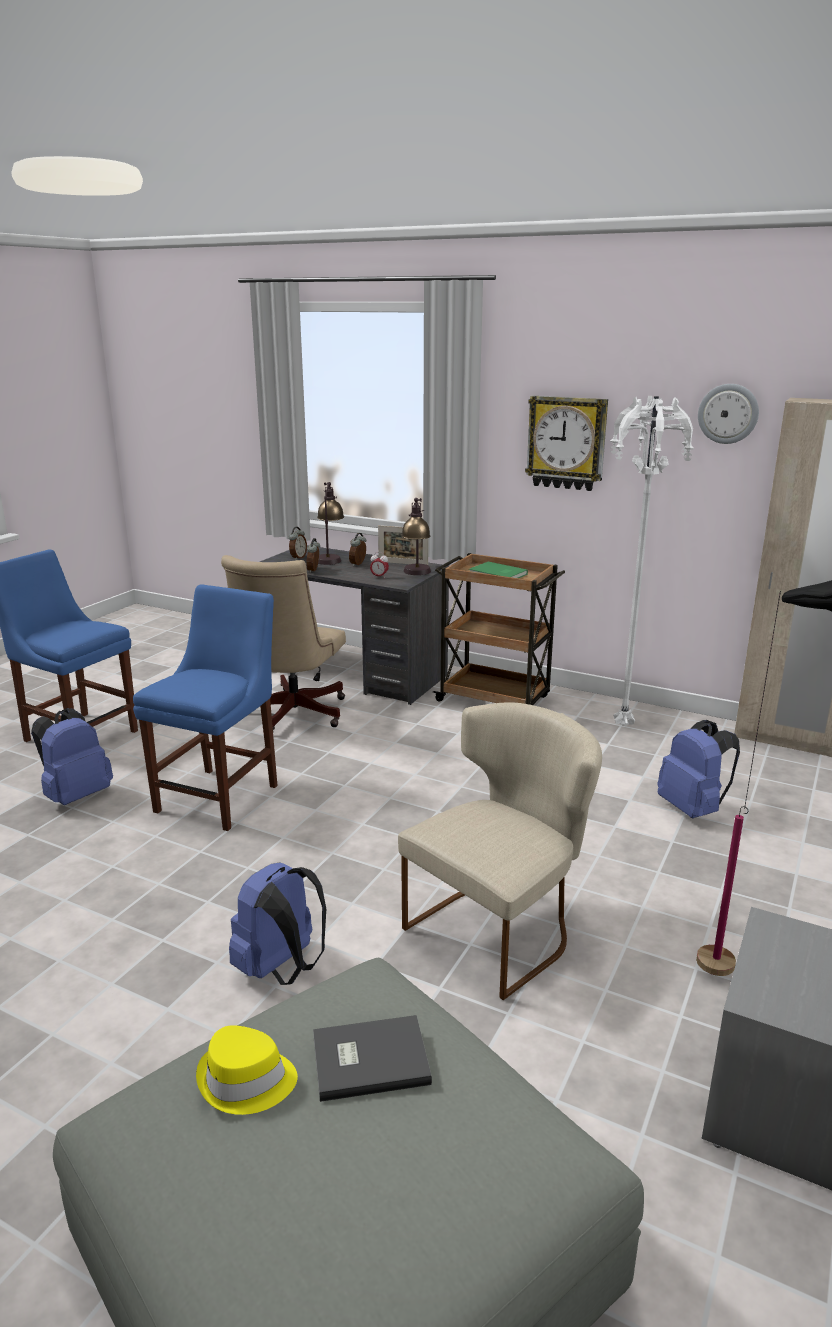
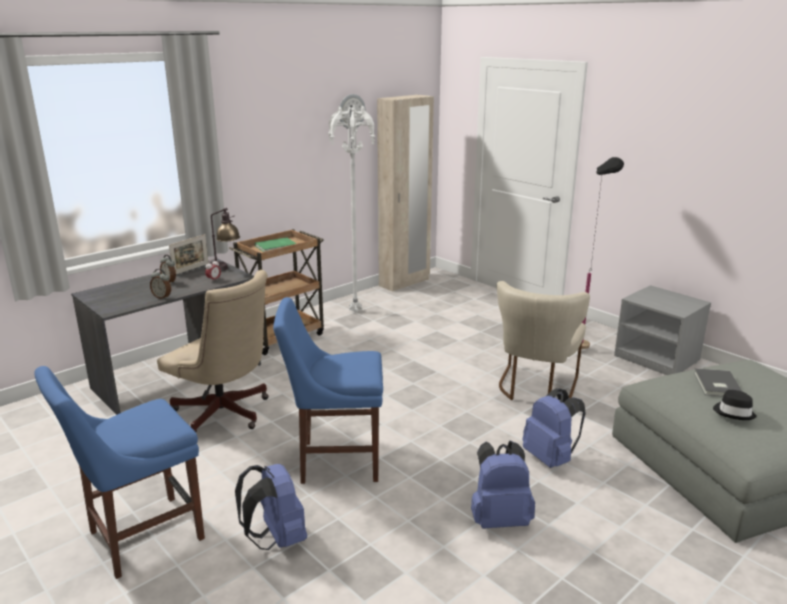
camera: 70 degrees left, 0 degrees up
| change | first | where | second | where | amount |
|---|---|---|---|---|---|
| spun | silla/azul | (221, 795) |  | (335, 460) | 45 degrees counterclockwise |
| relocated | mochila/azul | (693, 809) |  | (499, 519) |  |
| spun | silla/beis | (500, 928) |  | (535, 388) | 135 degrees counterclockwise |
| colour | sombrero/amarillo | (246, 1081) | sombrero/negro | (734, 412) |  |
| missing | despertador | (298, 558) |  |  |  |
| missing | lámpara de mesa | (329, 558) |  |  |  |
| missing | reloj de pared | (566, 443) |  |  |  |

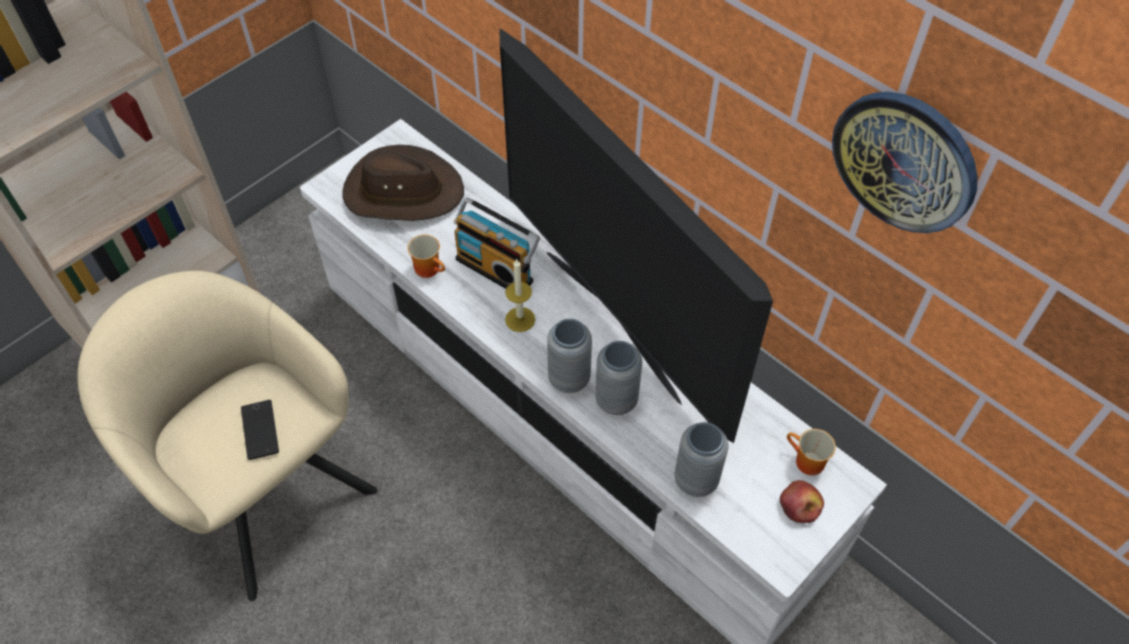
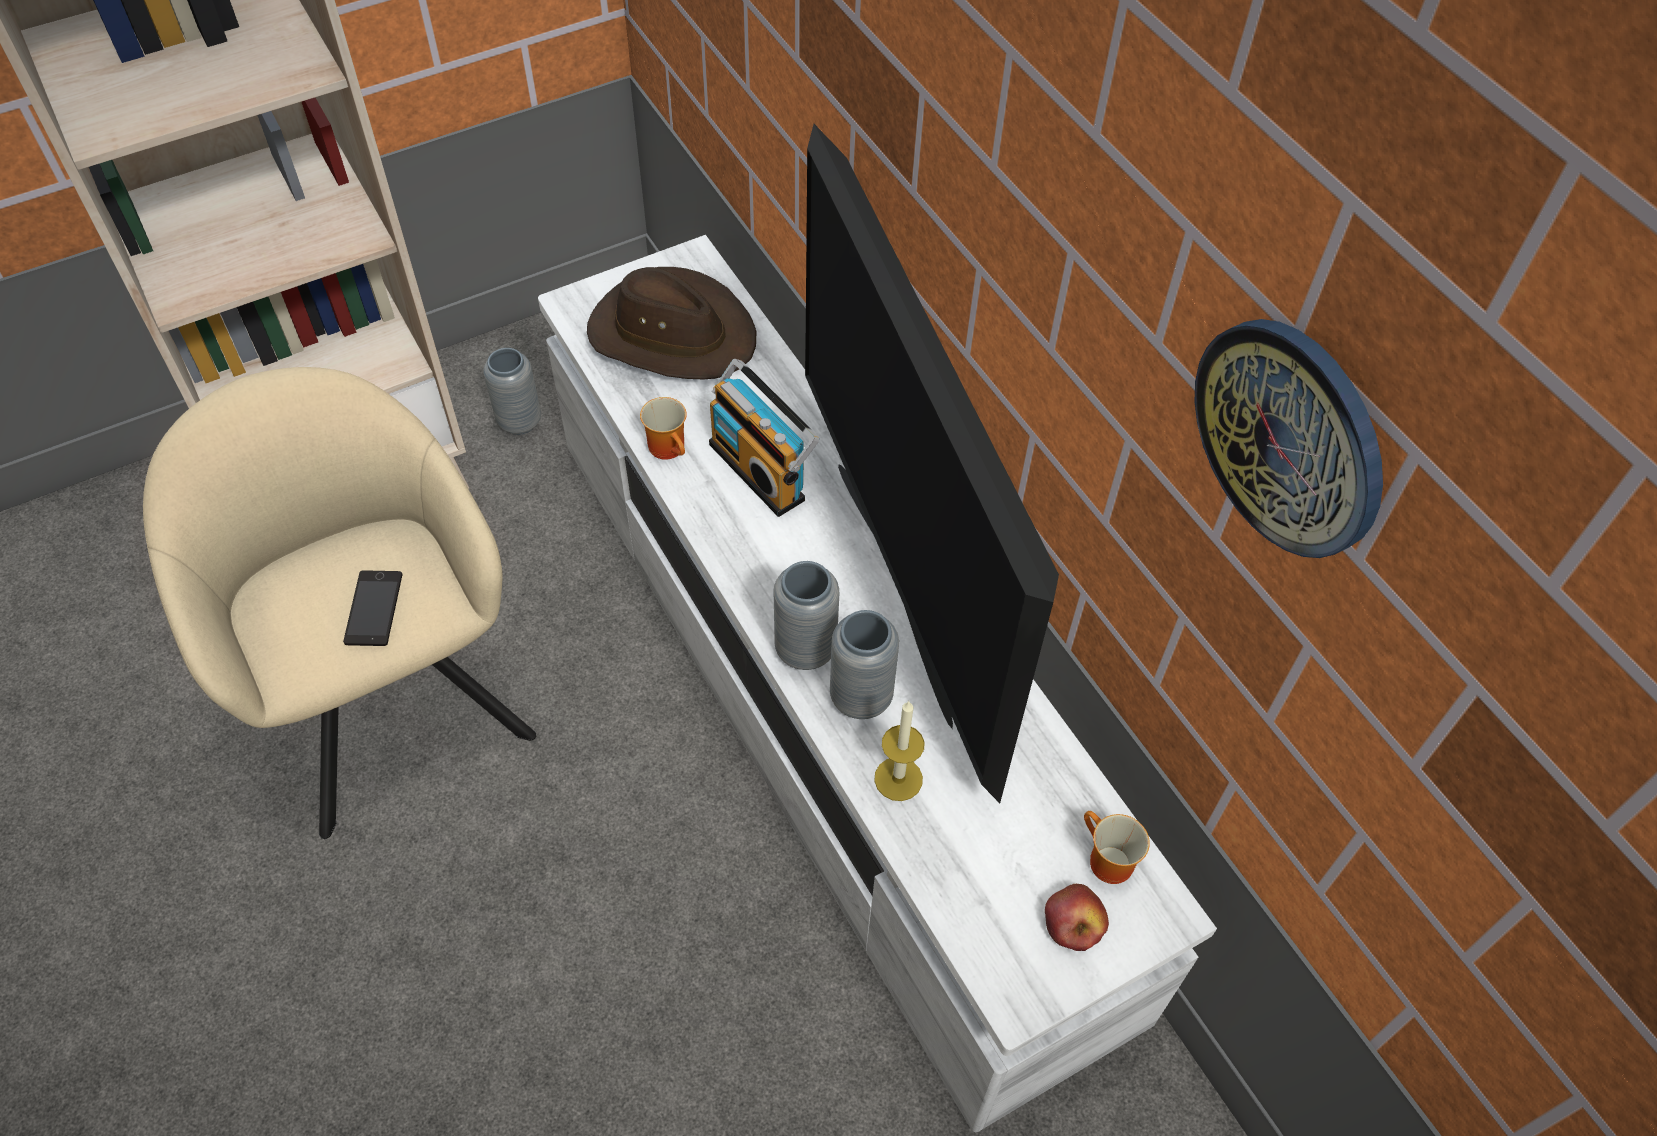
camera: 15 degrees right, 0 degrees up
| change | first | where | second | where | amount |
|---|---|---|---|---|---|
| relocated | florero/gris | (696, 480) |  | (519, 421) |  |
| relocated | vela | (520, 319) |  | (898, 779) |  |

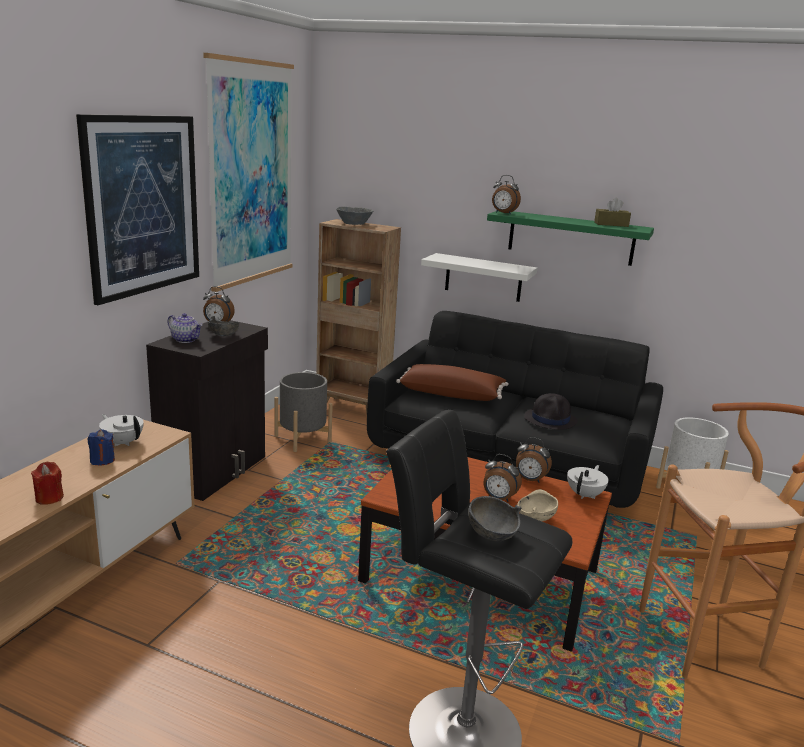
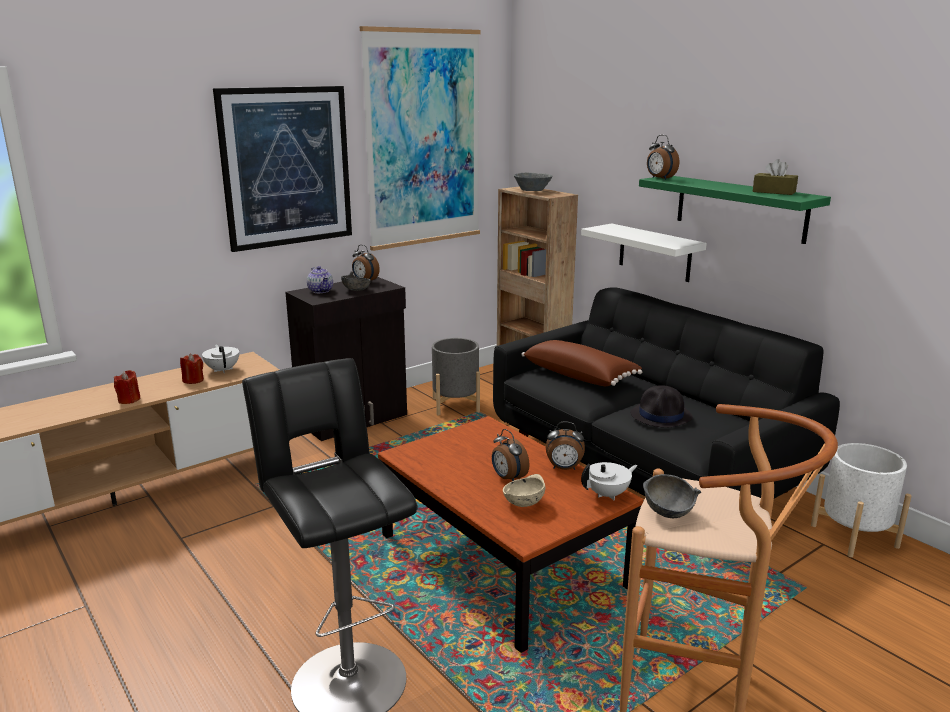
camera: 30 degrees right, 0 degrees up
| change | first | where | second | where | amount |
|---|---|---|---|---|---|
| colour | vela/azul | (102, 460) | vela/rojo | (193, 380) |  |
| spun | despertador | (530, 480) |  | (564, 468) | 45 degrees counterclockwise |
| relocated | cuenco/gris | (492, 535) |  | (668, 512) |  |

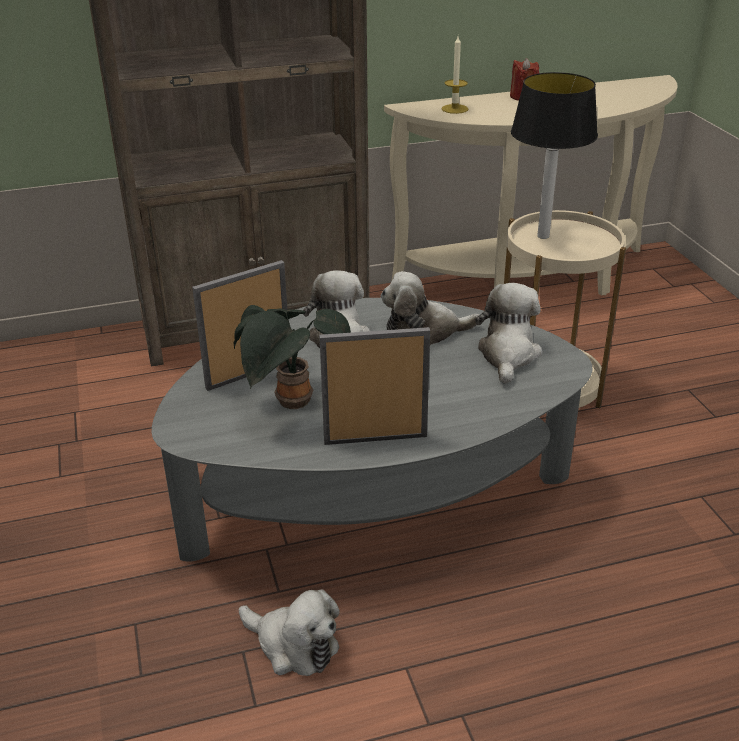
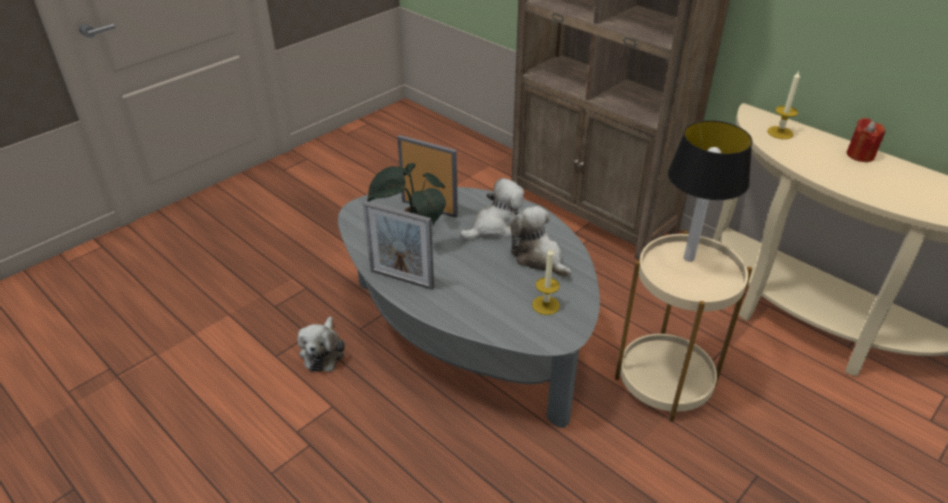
camera: 60 degrees right, 5 degrees up
| change | first | where | second | where | amount |
|---|---|---|---|---|---|
| spun | portarretratos | (375, 439) |  | (401, 279) | 150 degrees clockwise |
| exchanged | peluche | (508, 354) | vela | (545, 305) |  |

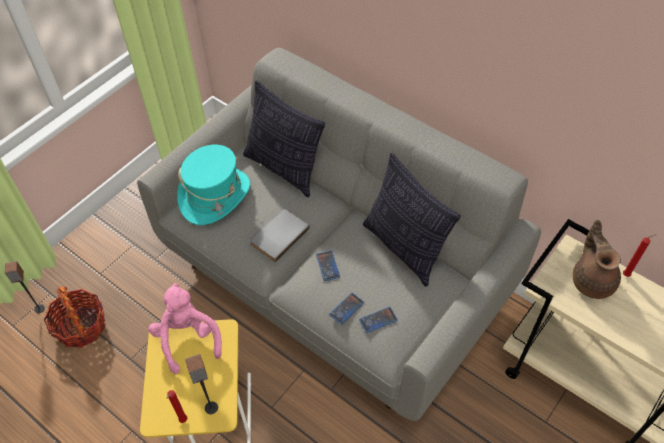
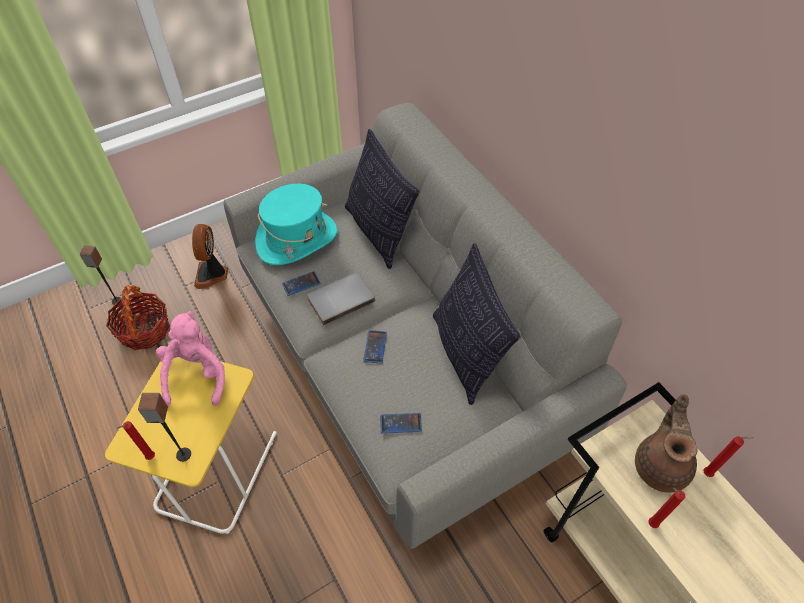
camera: 20 degrees right, 0 degrees up
| change | first | where | second | where | amount |
|---|---|---|---|---|---|
| appeared |  |  | ventilador | (212, 274) |  |
| relocated | móvil | (346, 308) |  | (301, 284) |  |
| appeared |  |  | vela/rojo | (650, 523) |  |

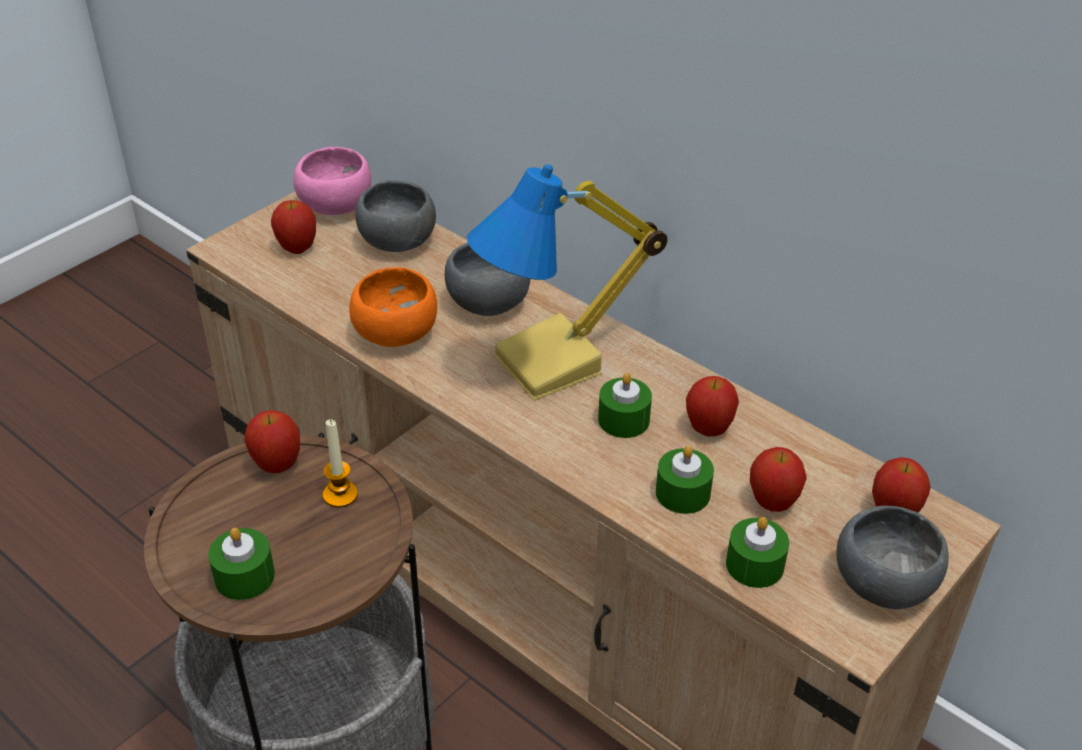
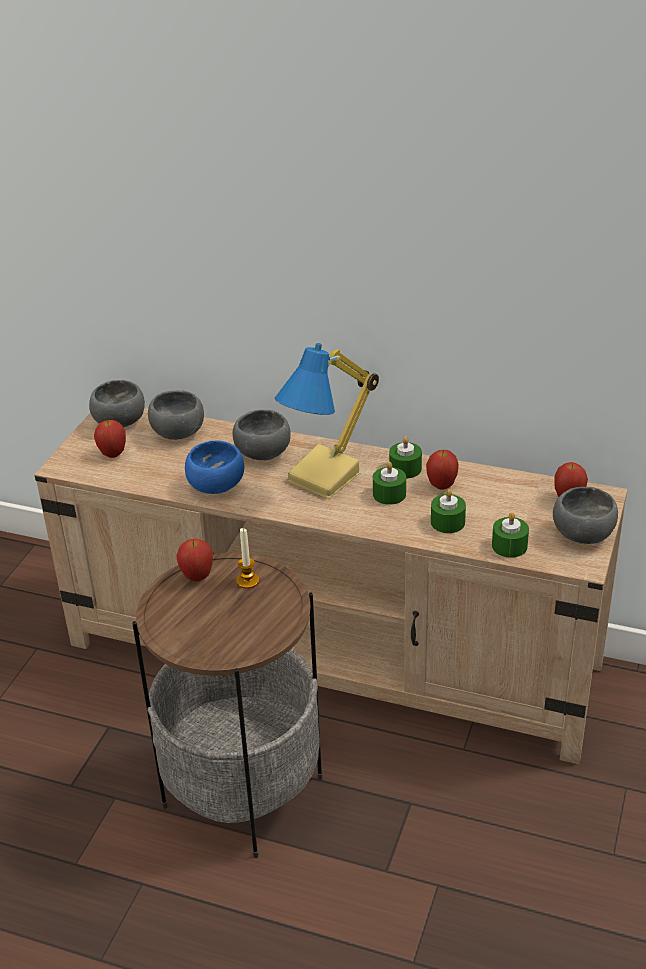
camera: 20 degrees left, 5 degrees down
| change | first | where | second | where | amount |
|---|---|---|---|---|---|
| colour | cuenco/rosa | (337, 207) | cuenco/gris | (121, 422) |  |
| colour | cuenco/naranja | (398, 335) | cuenco/azul | (218, 486) |  |
| relocated | vela/verde | (244, 576) |  | (405, 469) |  |
| missing | manzana | (772, 503) |  |  |  |

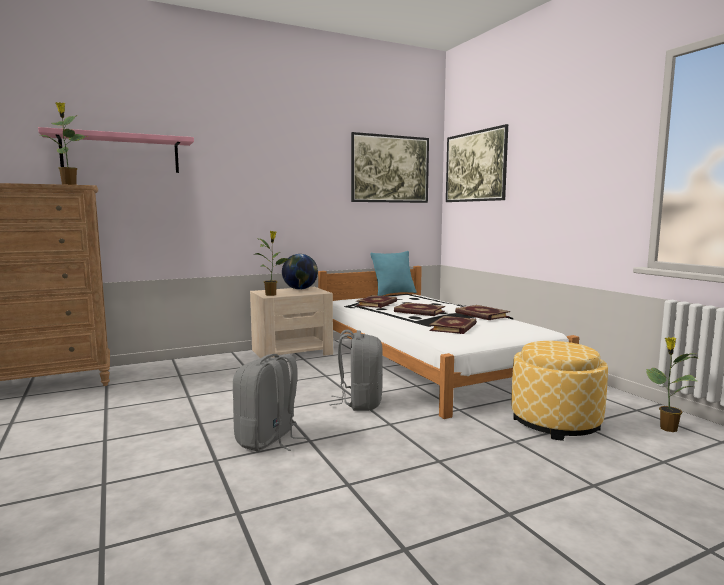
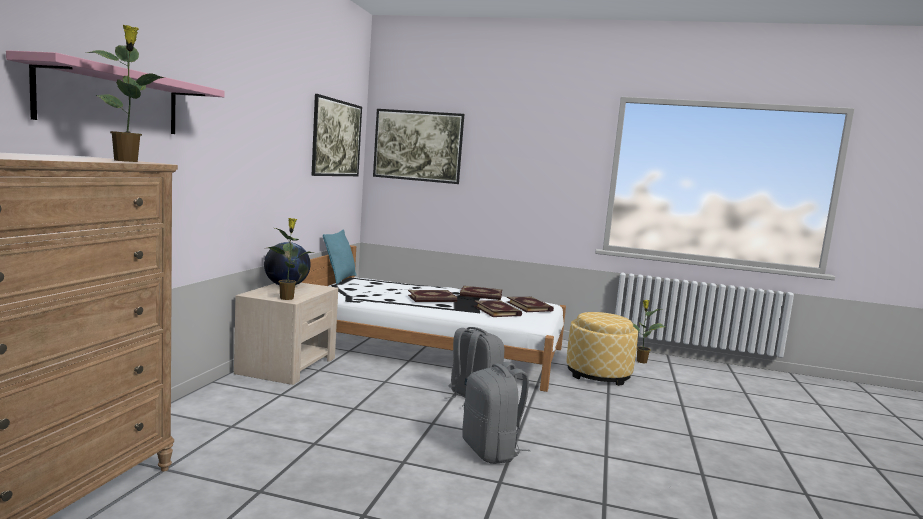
camera: 50 degrees left, 0 degrees up
| change | first | where | second | where | amount |
|---|---|---|---|---|---|
| relocated | libro | (377, 303) |  | (529, 306) |  |

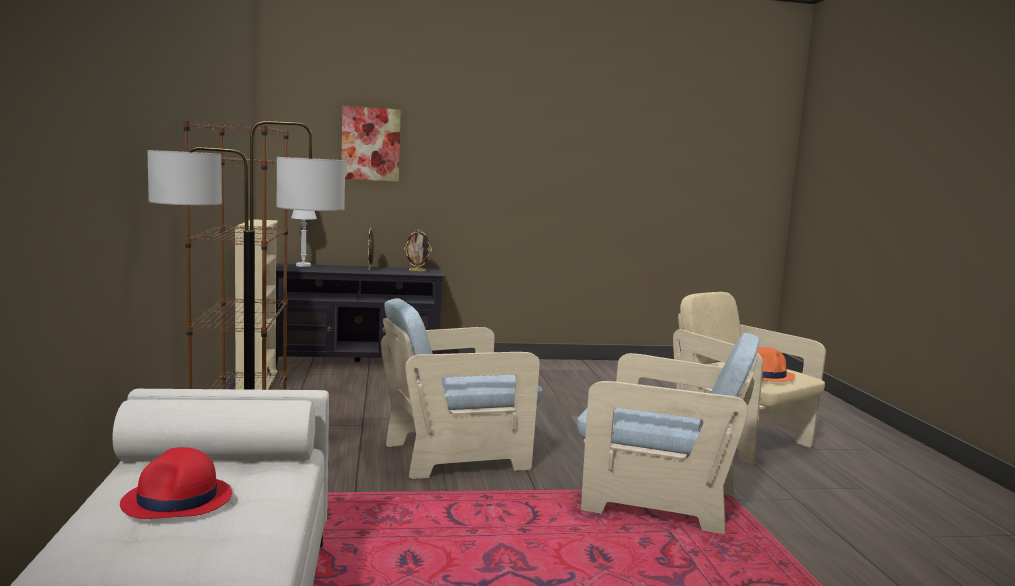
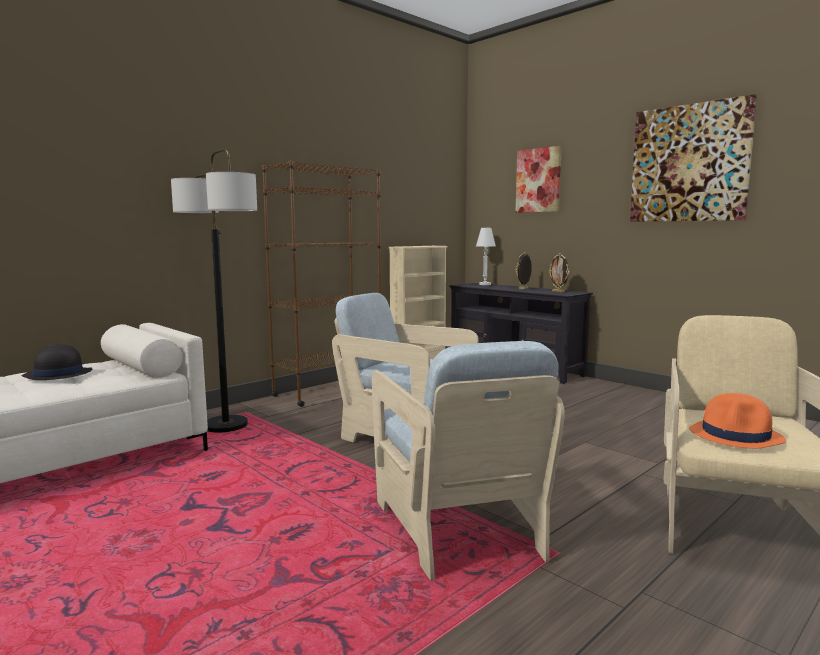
camera: 55 degrees right, 0 degrees up
| change | first | where | second | where | amount |
|---|---|---|---|---|---|
| colour | sombrero/rojo | (177, 500) | sombrero/negro | (57, 374) |  |
| appeared |  |  | cuadro | (689, 163) |  |

